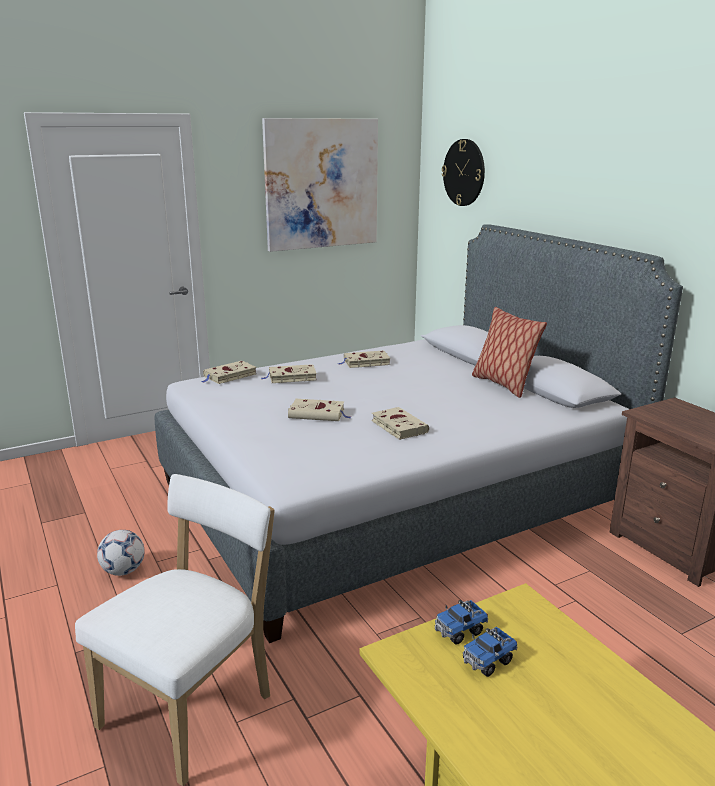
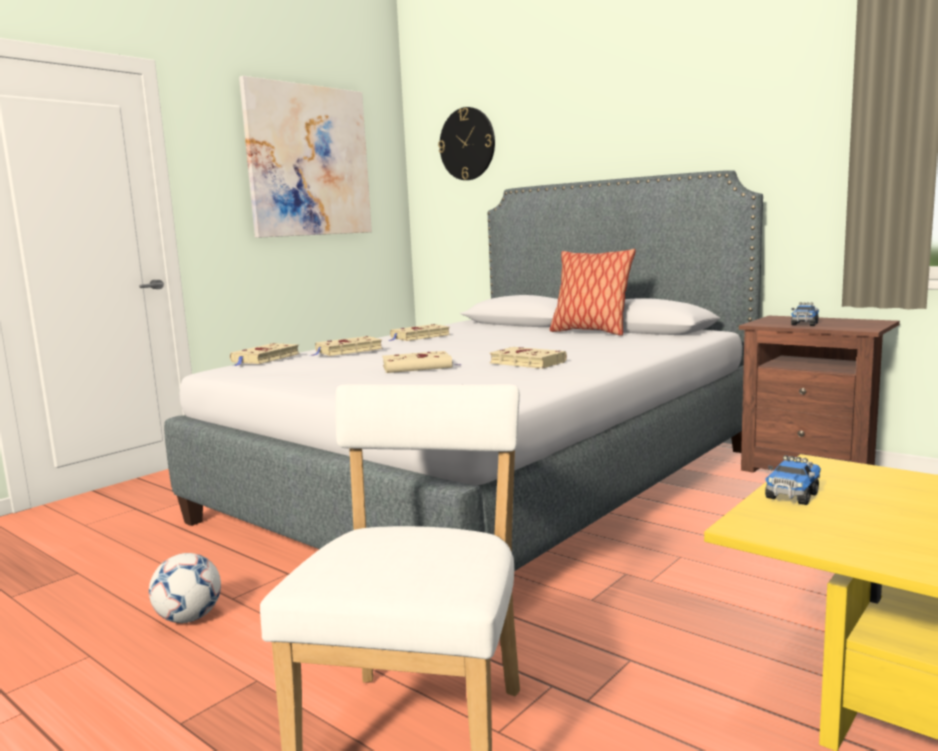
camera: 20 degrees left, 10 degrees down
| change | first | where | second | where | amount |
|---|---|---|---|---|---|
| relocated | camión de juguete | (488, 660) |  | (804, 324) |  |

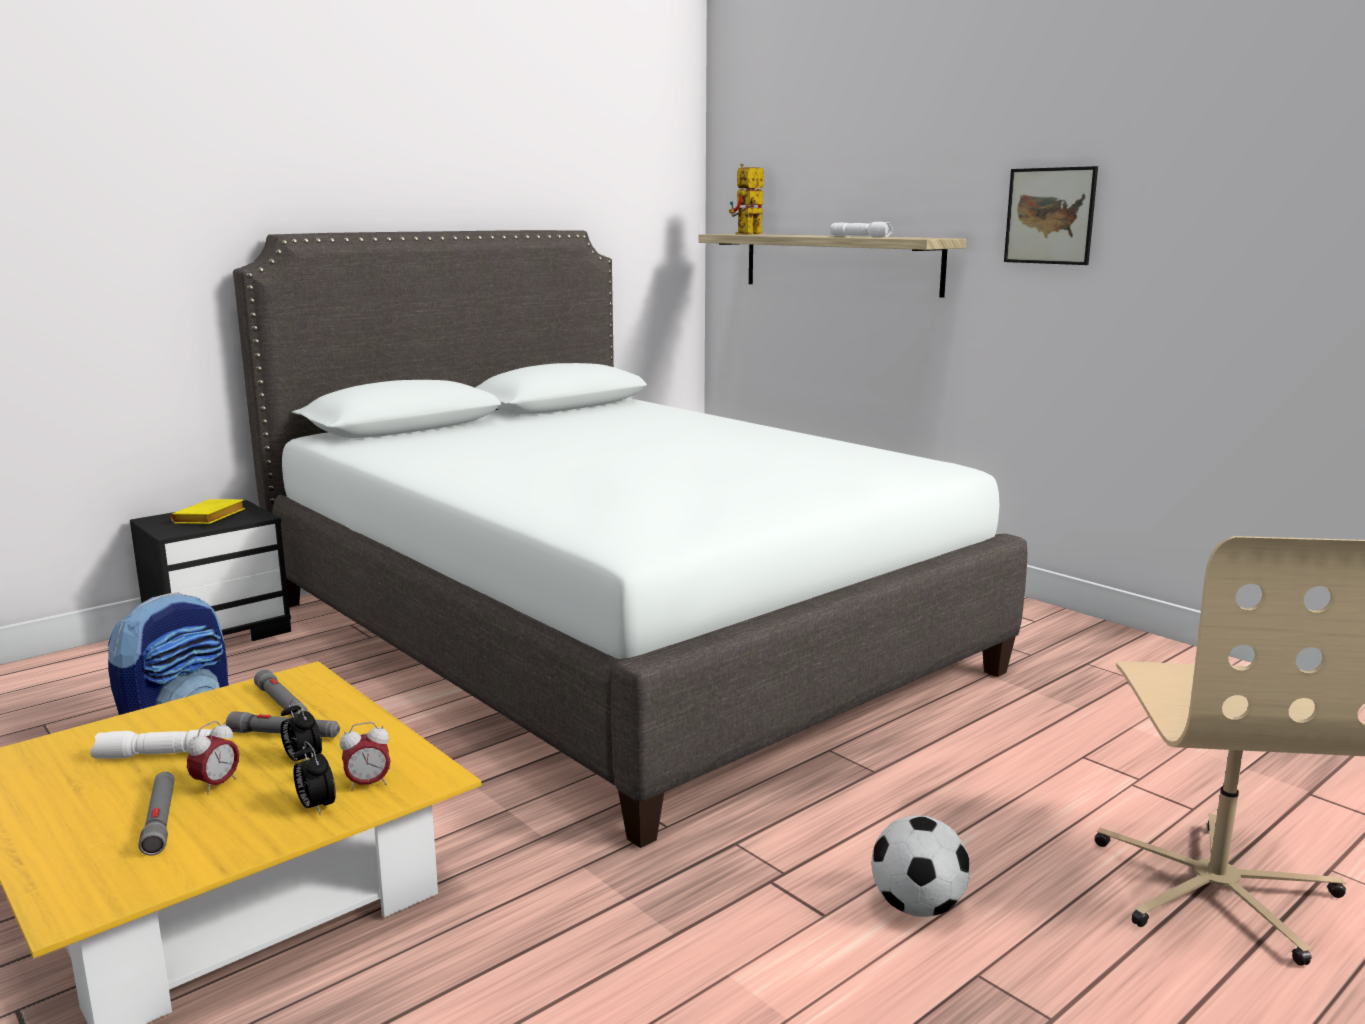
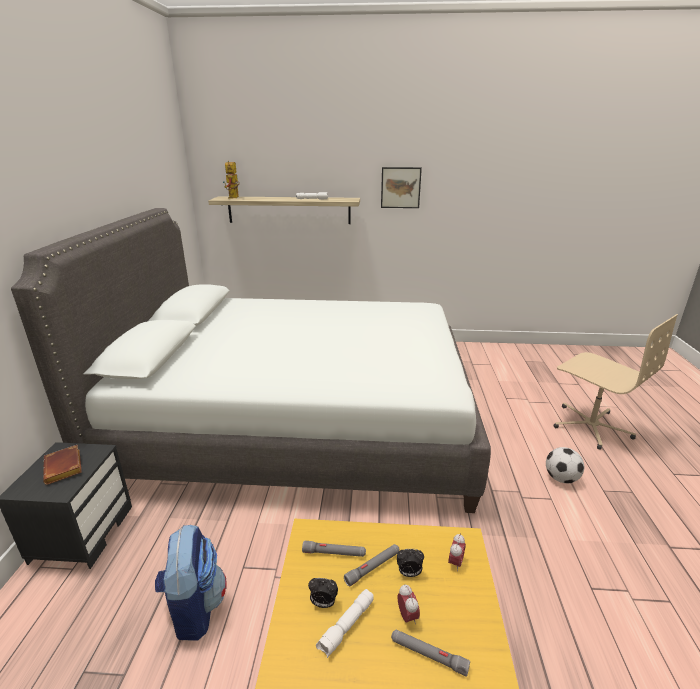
camera: 45 degrees left, 10 degrees up
| change | first | where | second | where | amount |
|---|---|---|---|---|---|
| colour | libro/amarillo | (210, 518) | libro/marrón | (65, 468) |  |
| relocated | despertador | (316, 807) |  | (323, 603) |  |

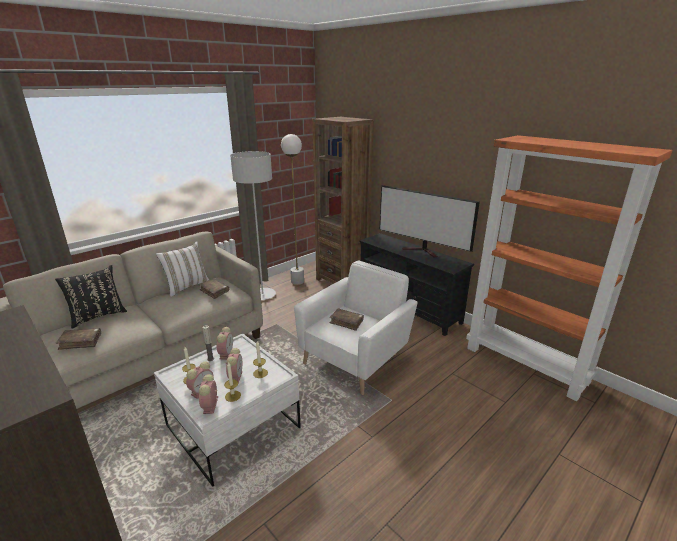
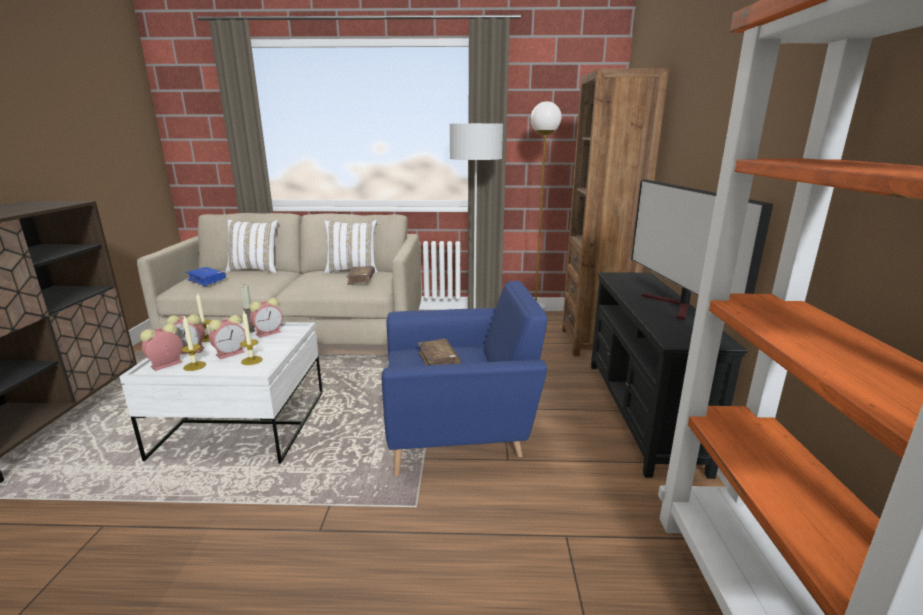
camera: 45 degrees right, 5 degrees down
| change | first | where | second | where | amount |
|---|---|---|---|---|---|
| colour | libro/marrón | (81, 342) | libro/azul | (207, 280) |  |
| colour | cojín/negro | (98, 316) | cojín/blanco | (255, 270) |  |
| colour | sillón/blanco | (355, 359) | sillón/azul | (459, 432) |  |

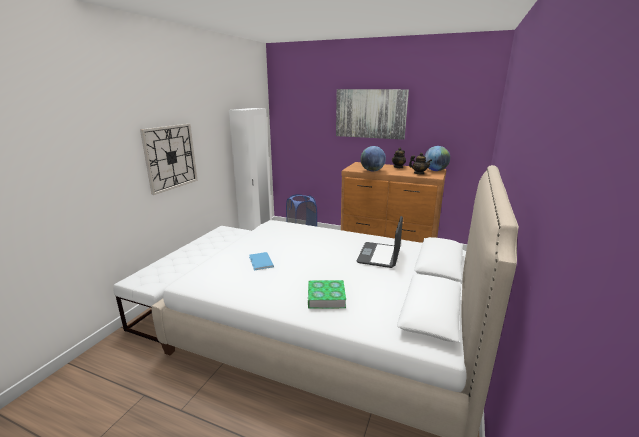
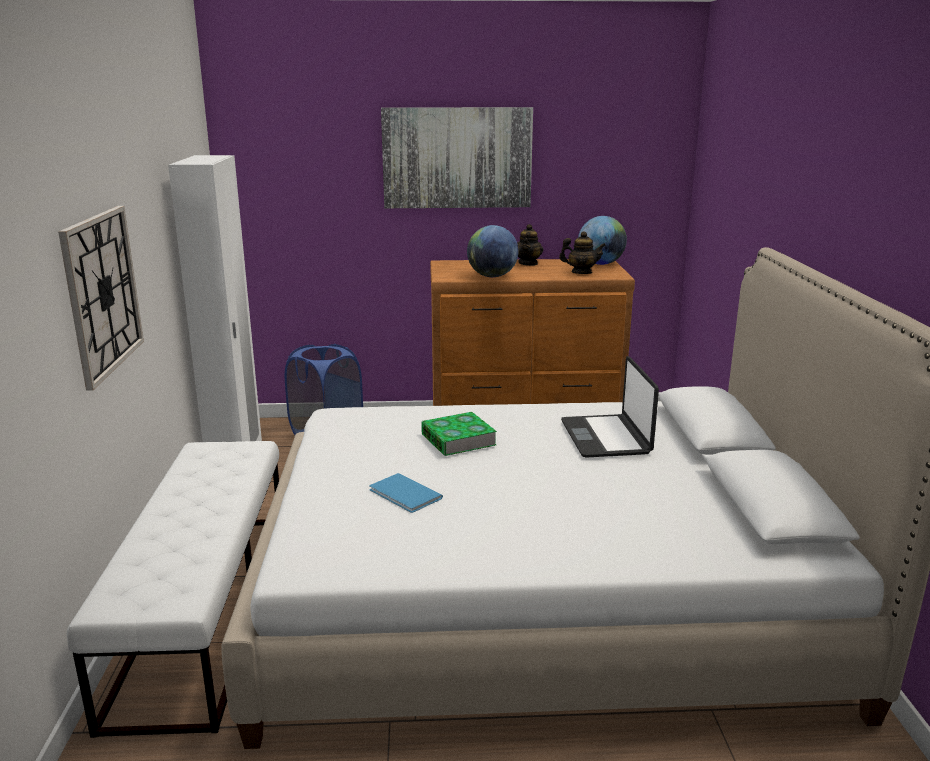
camera: 25 degrees left, 0 degrees up
| change | first | where | second | where | amount |
|---|---|---|---|---|---|
| relocated | libro | (326, 297) |  | (458, 439) |  |

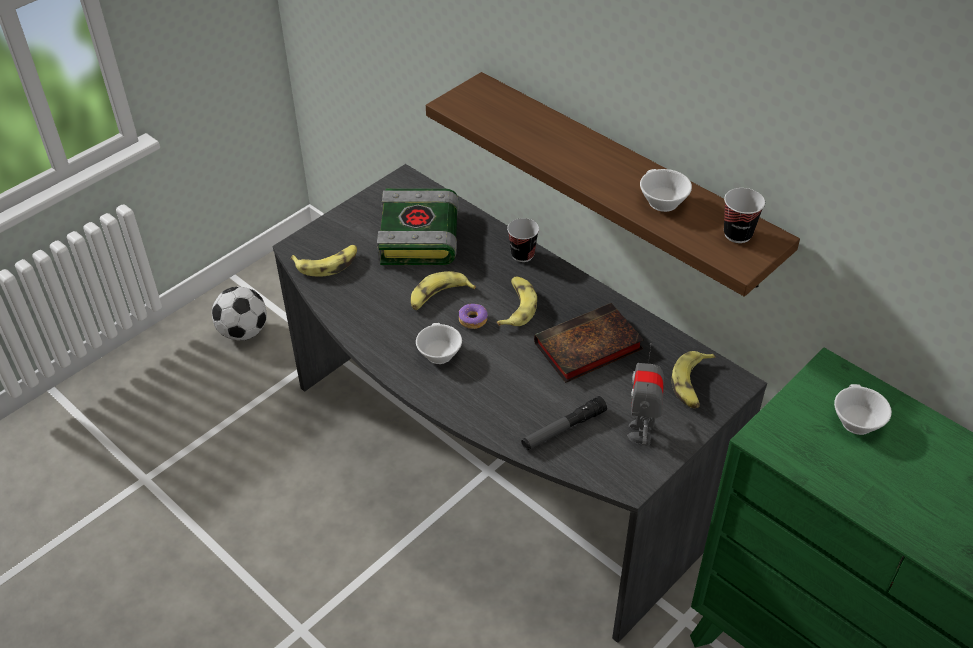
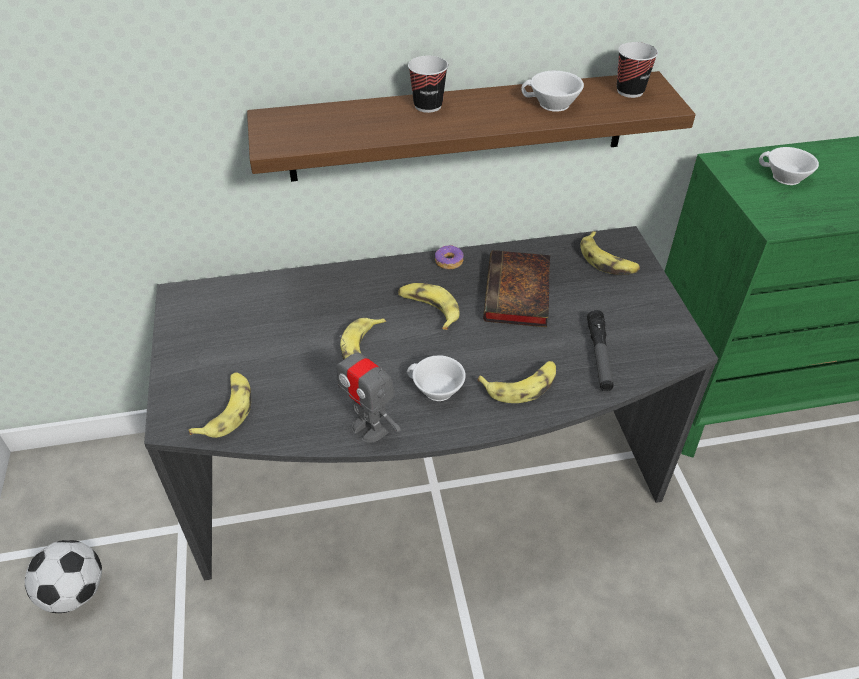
camera: 55 degrees left, 0 degrees up
| change | first | where | second | where | amount |
|---|---|---|---|---|---|
| relocated | robot de juguete | (641, 432) |  | (369, 428) |  |
| relocated | taza | (522, 255) |  | (428, 106) |  |
| relocated | rosquilla | (472, 320) |  | (448, 261) |  |
| appeared |  |  | plátano | (521, 385) |  |
| missing | libro | (420, 238) |  |  |  |

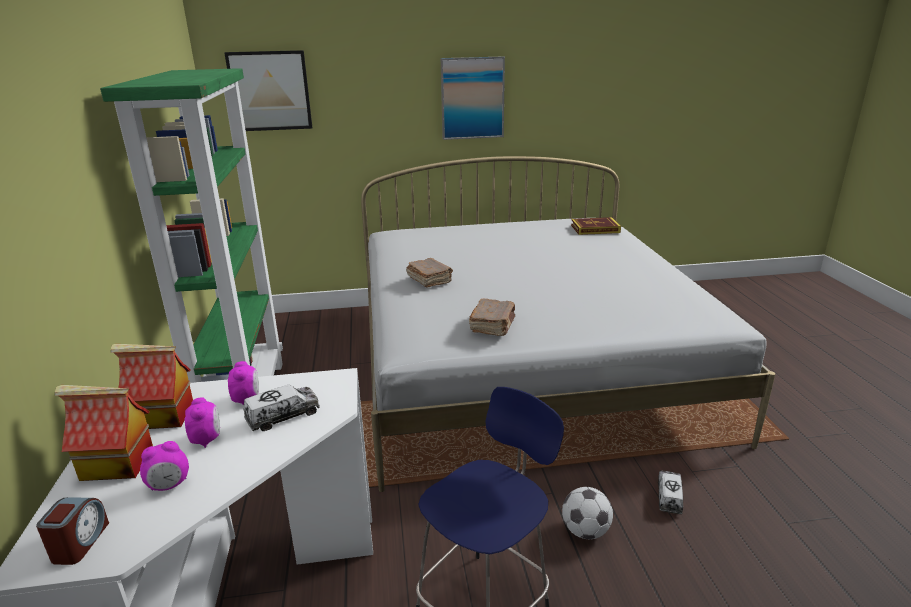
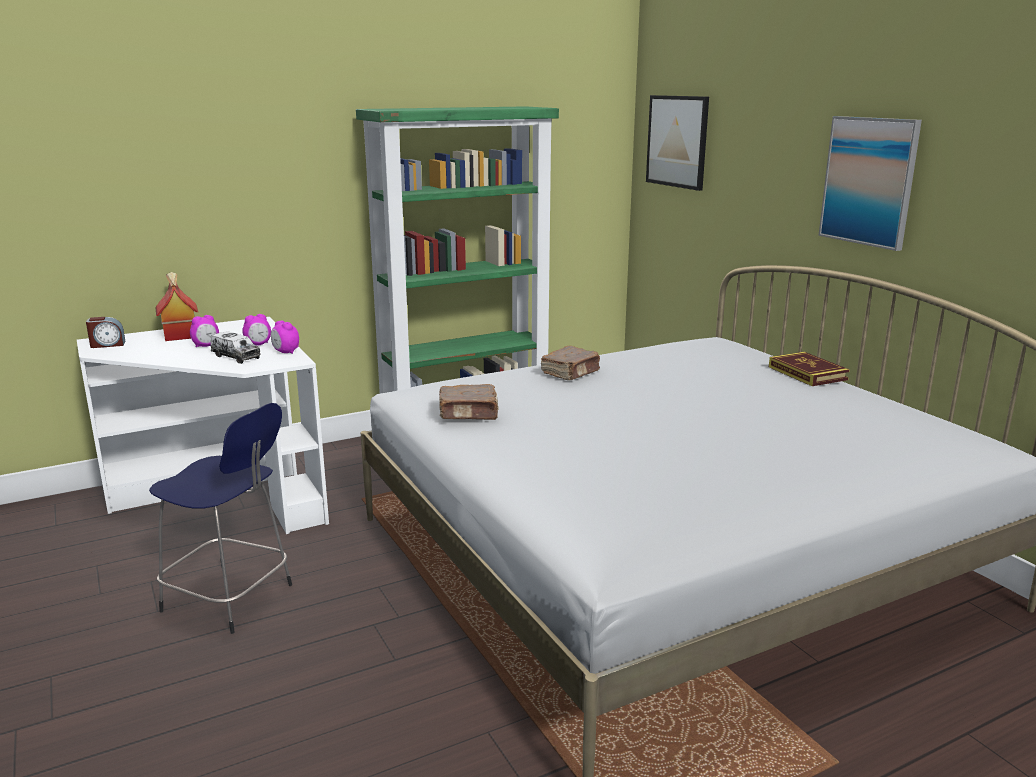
camera: 70 degrees right, 5 degrees down
| change | first | where | second | where | amount |
|---|---|---|---|---|---|
| relocated | despertador | (169, 485) |  | (285, 352) |  |
| relocated | libro | (595, 229) |  | (807, 373) |  |
| missing | casita | (161, 417) |  |  |  |
| missing | balón de fútbol | (585, 531) |  |  |  |
| missing | camión de juguete | (669, 497) |  |  |  |

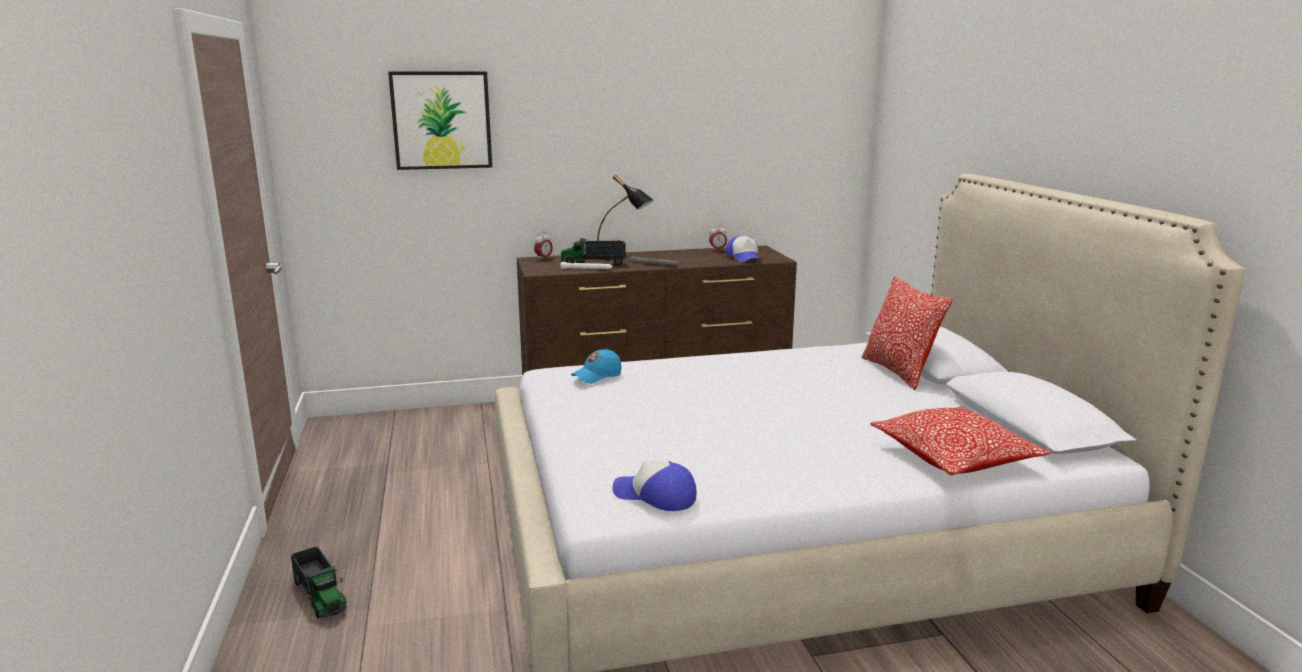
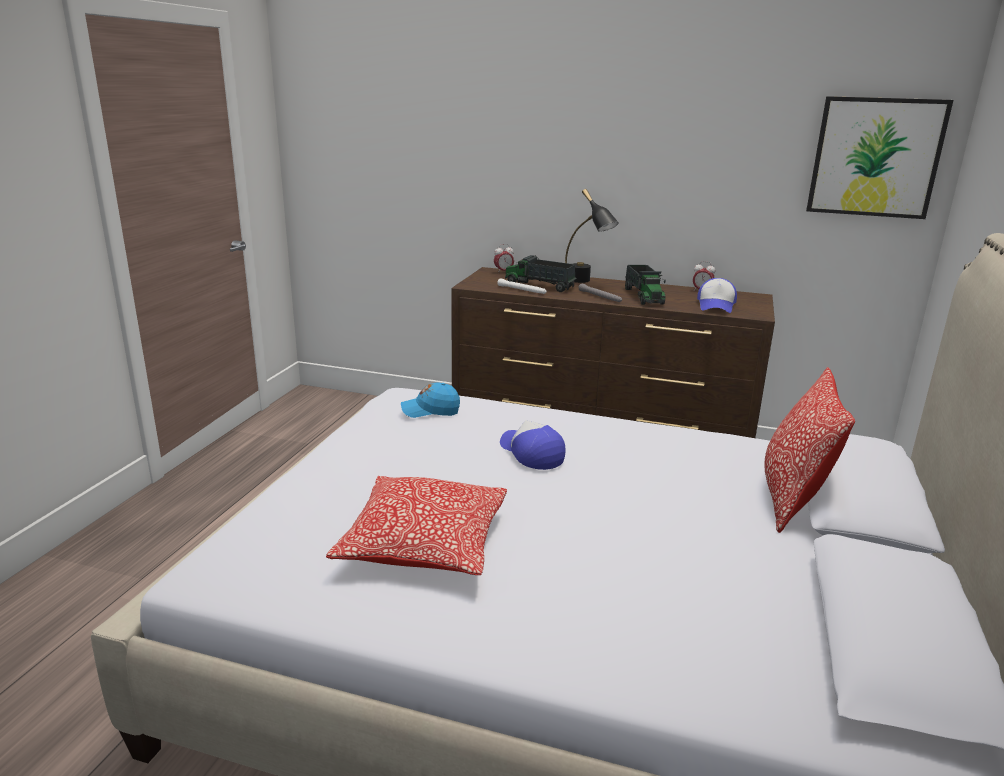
camera: 30 degrees right, 5 degrees up
| change | first | where | second | where | amount |
|---|---|---|---|---|---|
| relocated | cojín | (954, 458) |  | (424, 544) |  |
| relocated | gorra | (655, 496) |  | (531, 453) |  |
| relocated | camión de juguete | (320, 595) |  | (644, 297) |  |
| relocated | cuadro | (441, 120) |  | (875, 157) |  |

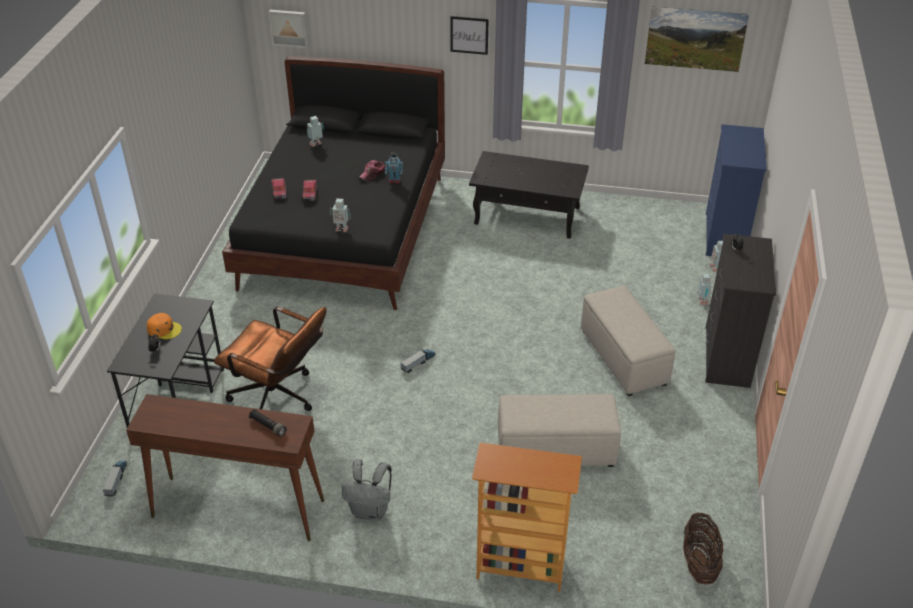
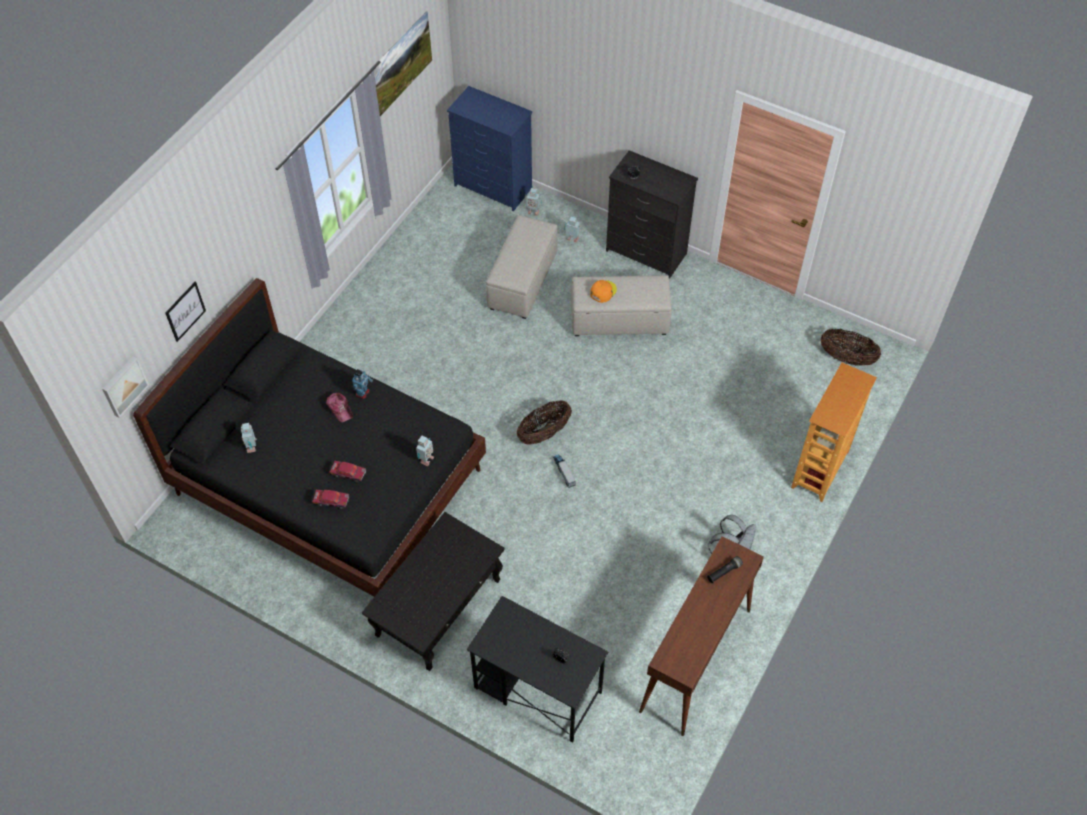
camera: 70 degrees left, 15 degrees up
| change | first | where | second | where | amount |
|---|---|---|---|---|---|
| relocated | cuadro | (469, 35) |  | (185, 311) |  |
| relocated | mesa de centro/negro | (528, 215) |  | (439, 606) |  |
| relocated | puf/beis | (557, 449) |  | (523, 280) |  |
| appeared |  |  | cesta | (544, 433) |  |
| relocated | gorra/naranja | (164, 329) |  | (603, 291) |  |
| missing | camión de juguete | (116, 480) |  |  |  |
| missing | silla de oficina/marrón | (279, 399) |  |  |  |

